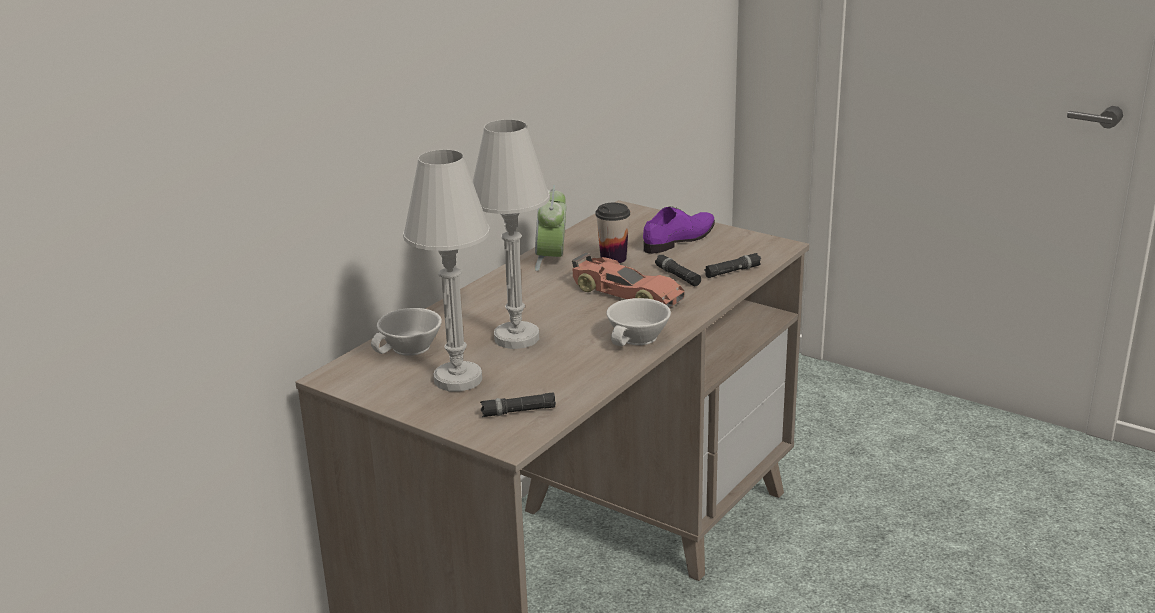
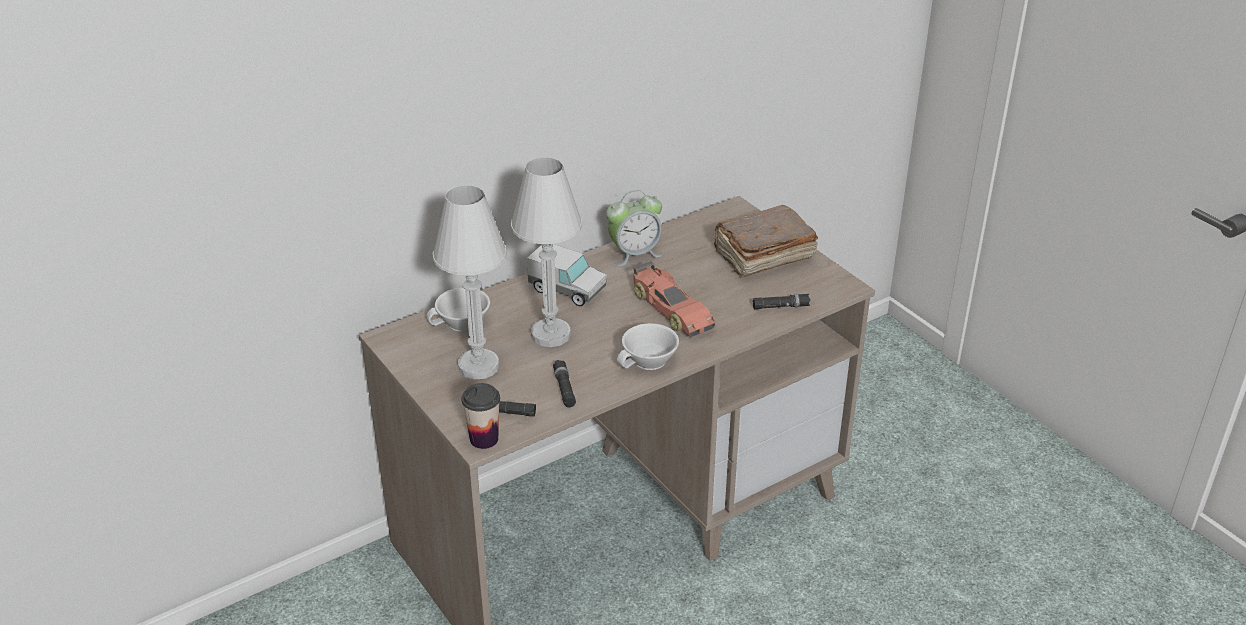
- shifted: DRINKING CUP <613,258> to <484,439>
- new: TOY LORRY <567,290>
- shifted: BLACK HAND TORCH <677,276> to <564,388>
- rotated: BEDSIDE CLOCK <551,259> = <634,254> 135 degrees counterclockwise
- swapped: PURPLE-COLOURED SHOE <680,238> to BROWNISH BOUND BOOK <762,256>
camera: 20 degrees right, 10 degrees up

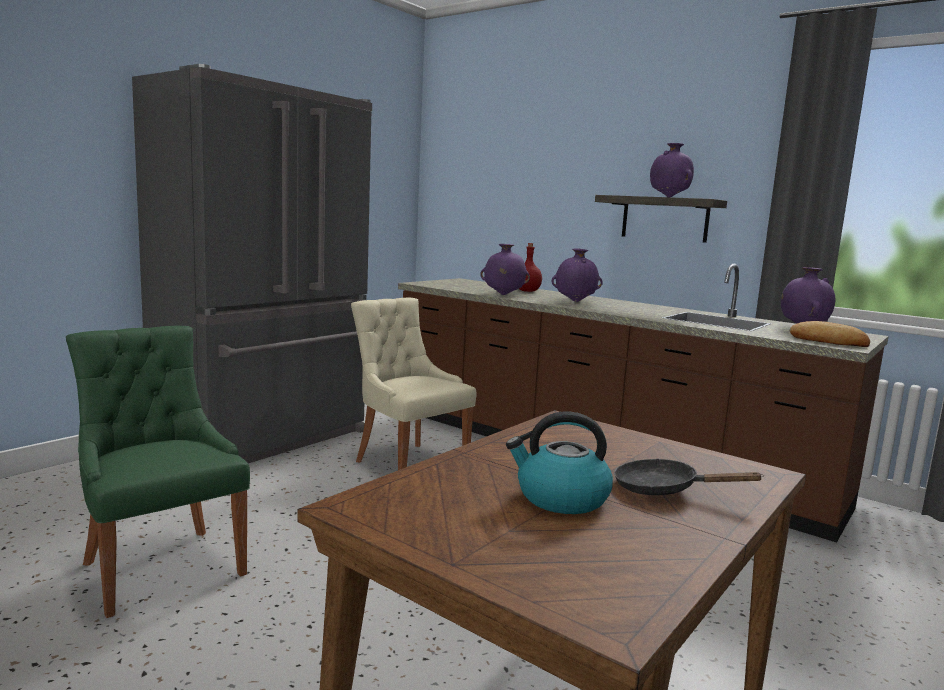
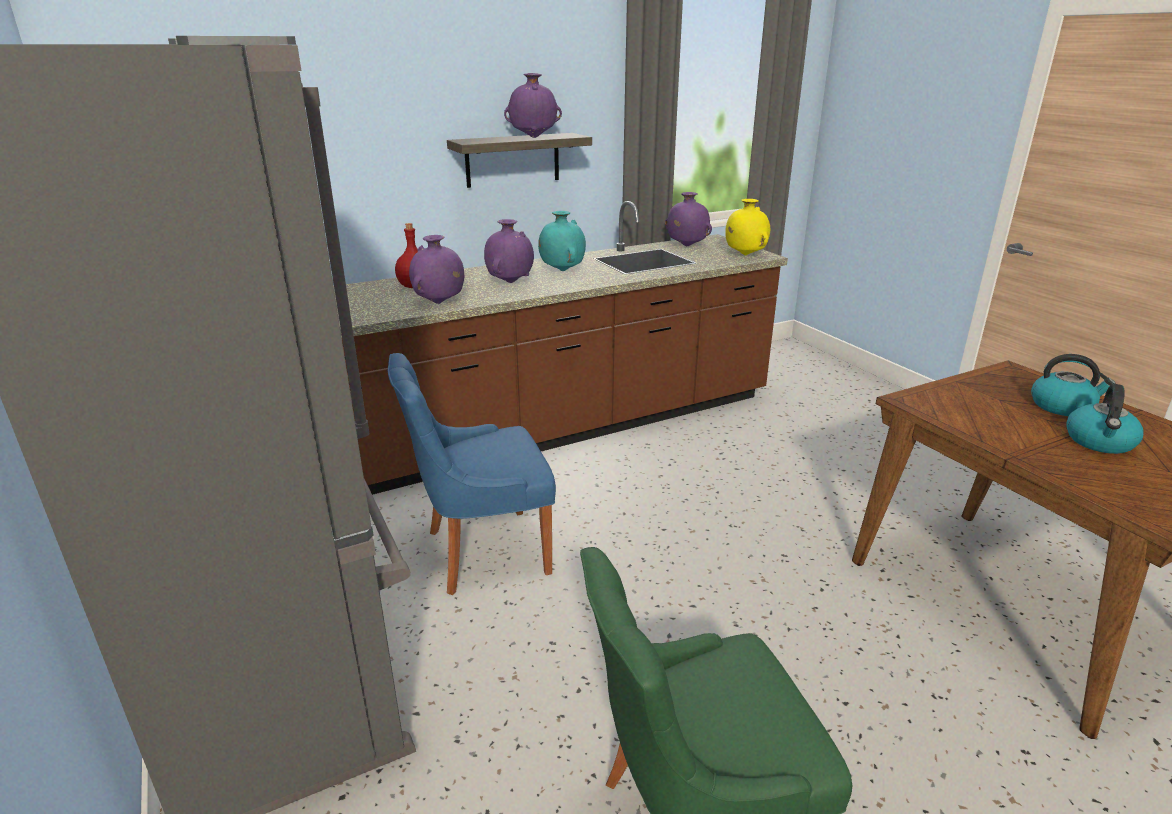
- repainted: BEIGE-COLOURED PLAIN CHAIR <408,462> to BLUISH PLAIN CHAIR <482,552>
- new: TURQUOISE VASE <562,271>
- swapped: BREAD <828,341> to YELLOW-COLOURED VASE <744,255>
- swapped: BLACK PAN <664,489> to KETTLE <1062,406>
camera: 65 degrees left, 15 degrees up

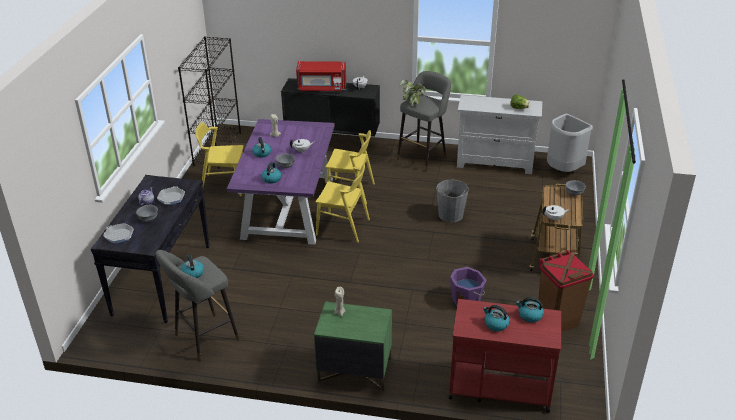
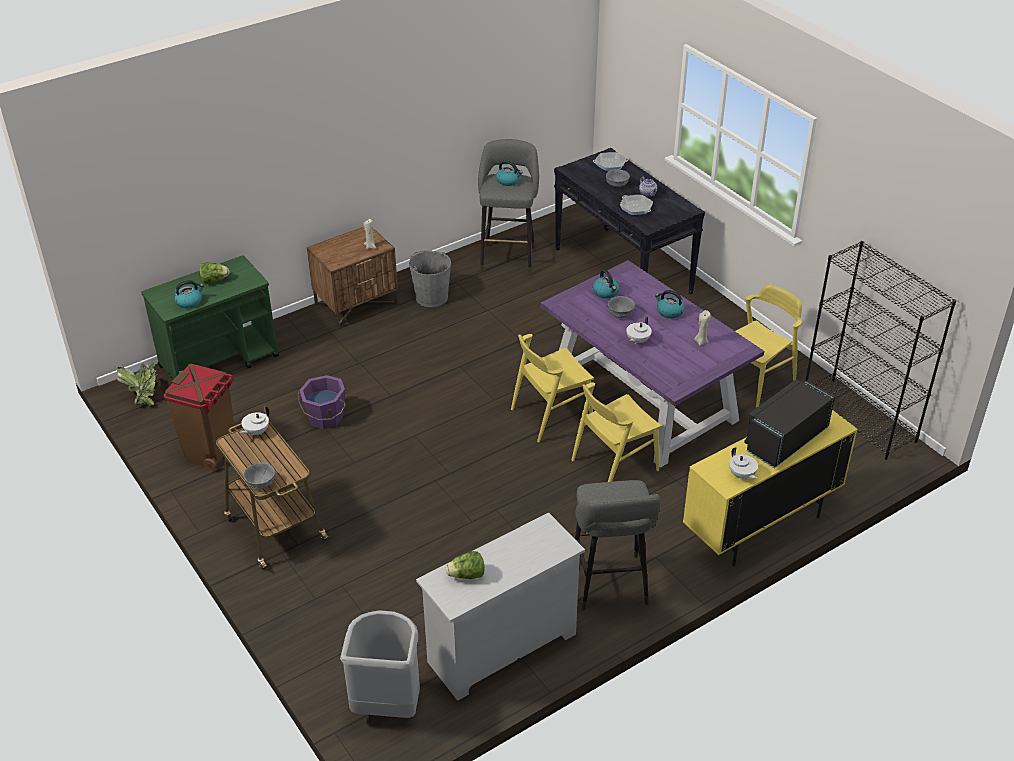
- shifted: POTTED PLANT <412,102> to <144,395>
- repainted: RED CART <499,386> to GREEN-COLOURED CART <220,361>
- swapped: KETTLE <495,324> to HEAD OF LETTUCE <214,280>
- repainted: GREEN-COLOURED NIGHTSTAND <354,370> to BROWNISH NIGHTSTAND <356,305>
- shifted: GRAY BUCKET <450,215> to <431,297>
- repainted: BLACK CABINET <332,142> to YELLOW-COLOURED CABINET <760,527>
- repainted: RED MICROWAVE OVEN <321,87> to BLACK MICROWAVE OVEN <785,439>
camera: 135 degrees right, 5 degrees up

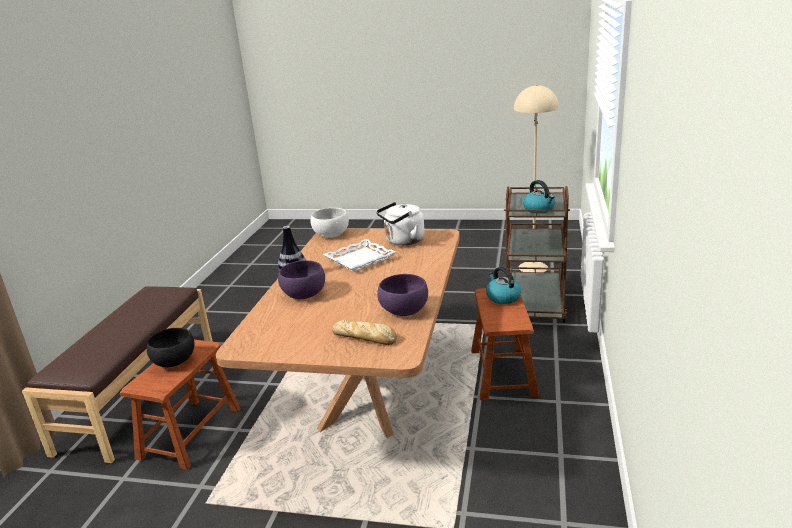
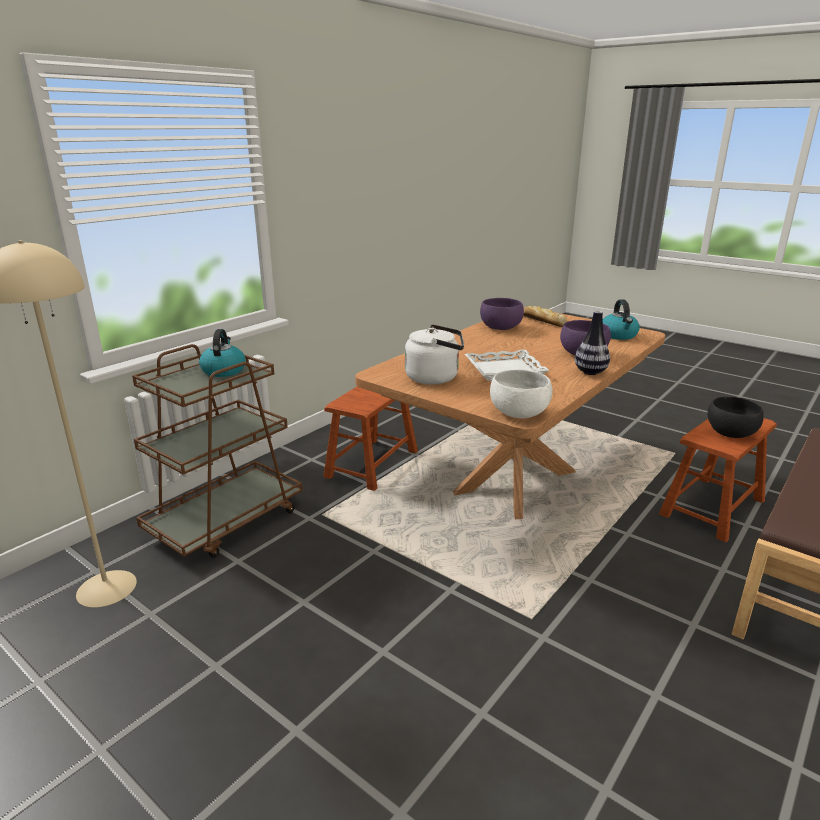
- shifted: KETTLE <502,297> to <618,335>
camera: 155 degrees left, 0 degrees up

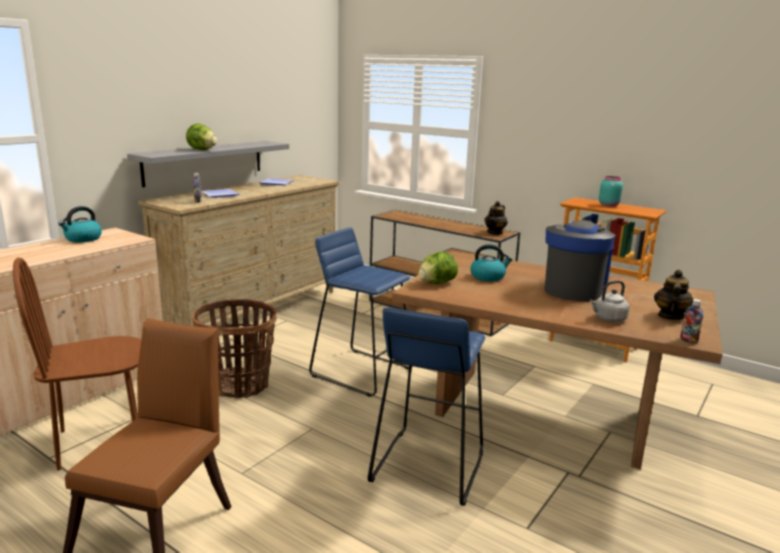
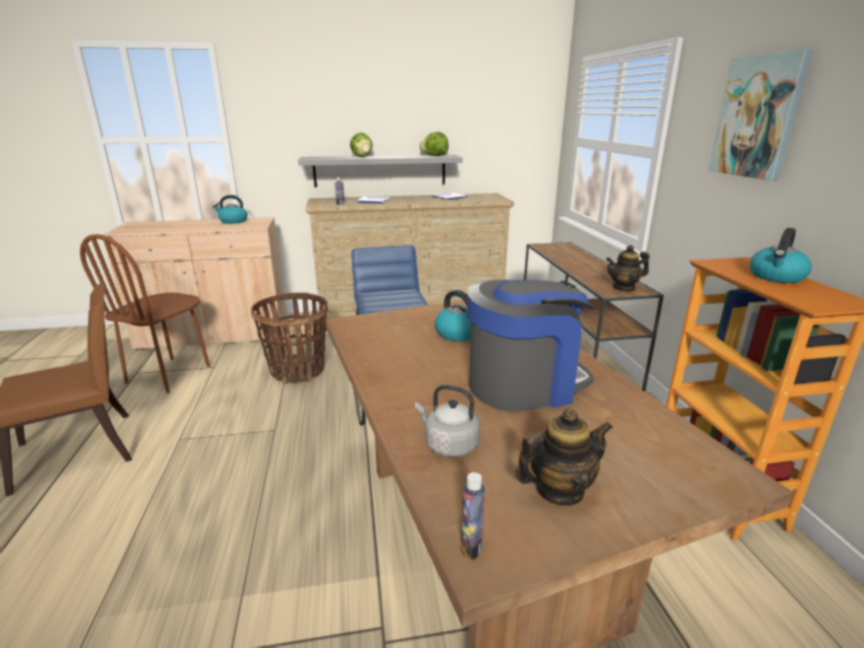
- rotated: BROWNISH PLAIN CHAIR <100,441> = <169,374> 90 degrees counterclockwise
- shifted: HEAD OF LETTUCE <436,283> to <434,156>
- new: WALL PICTURE <757,117>
- swapped: TURQUOISE JAR <609,205> to KETTLE <776,277>
- gone: BLUISH STOOL <427,466>
camera: 45 degrees right, 5 degrees up

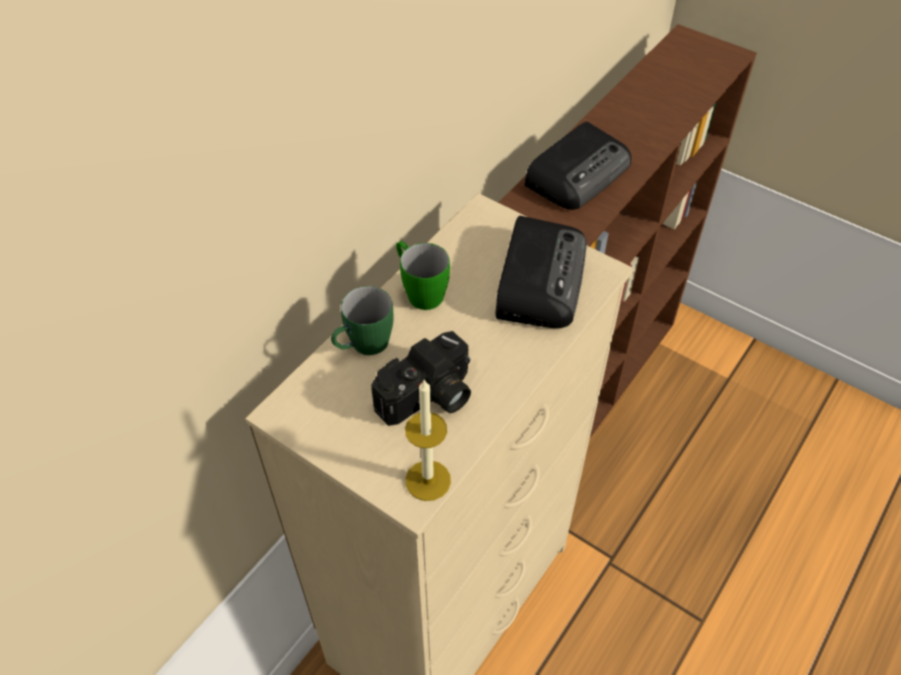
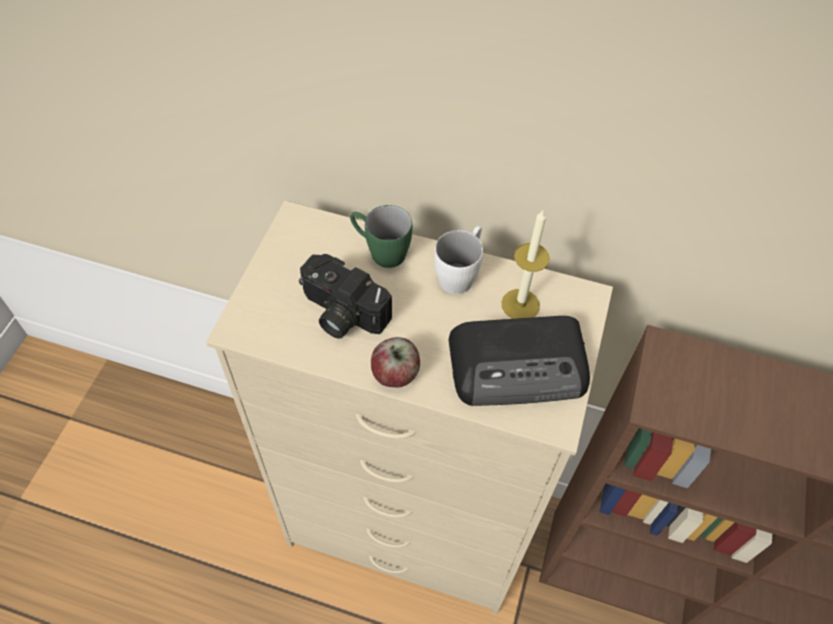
- new: APPLE <395,374>
- repainted: GREEN-COLOURED MUG <419,291> to WHITE-COLOURED MUG <460,273>
- shifted: WAX LIGHT <428,480> to <520,304>
- gone: RADIO SET <578,173>
camera: 70 degrees right, 5 degrees up

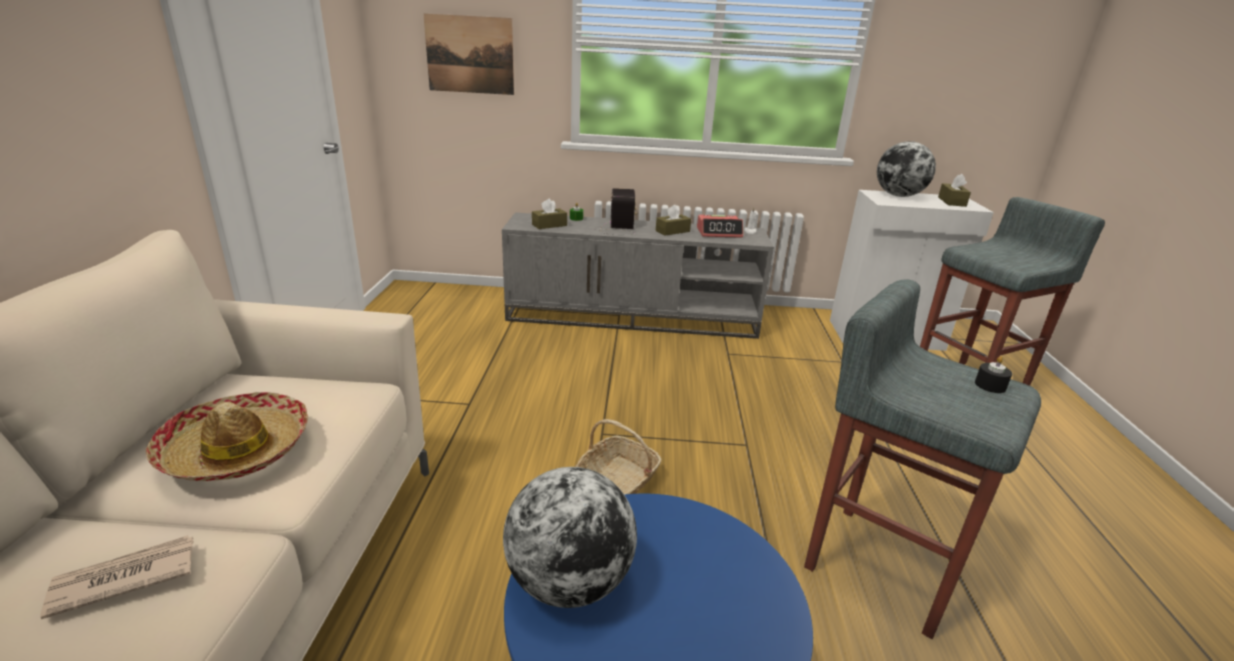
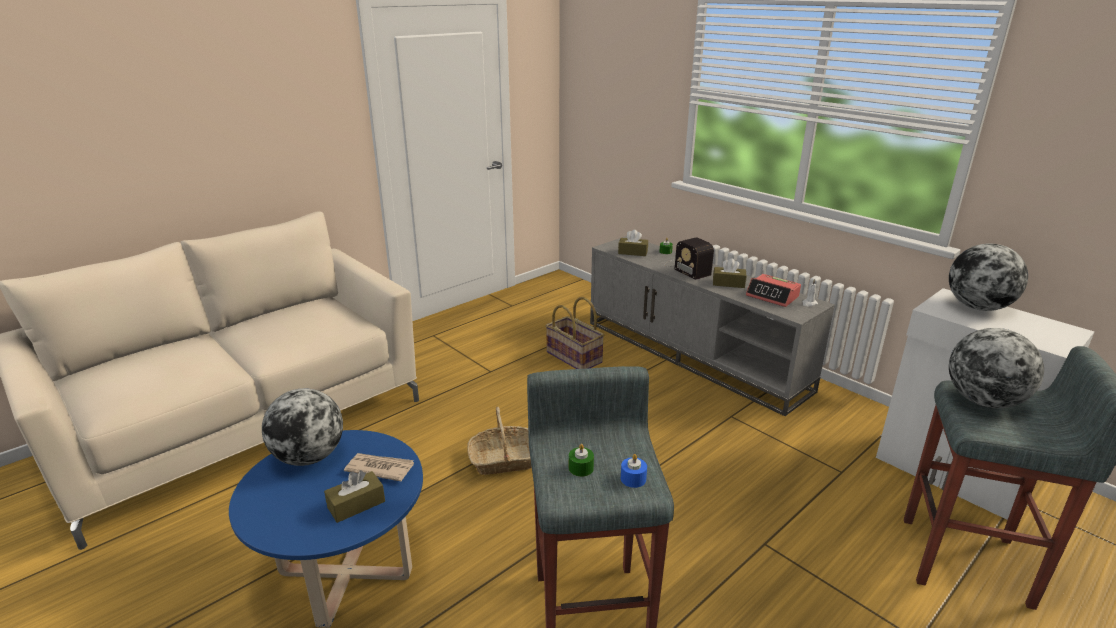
- shifted: BROWNISH BOX OF TISSUES <951,201> to <356,504>
- shifted: NEWSPAPER <123,578> to <379,468>
- new: BASKET <575,357>
- new: GREEN-COLOURED WAX LIGHT <581,468>
- repainted: BLACK WAX LIGHT <990,385> to BLUISH WAX LIGHT <633,479>
- rotated: RADIO SET <619,227> = <686,268> 105 degrees clockwise
- new: GLOBE <983,401>
- gone: HAT <236,449>
- gone: WALL PICTURE <470,55>
camera: 45 degrees right, 0 degrees up

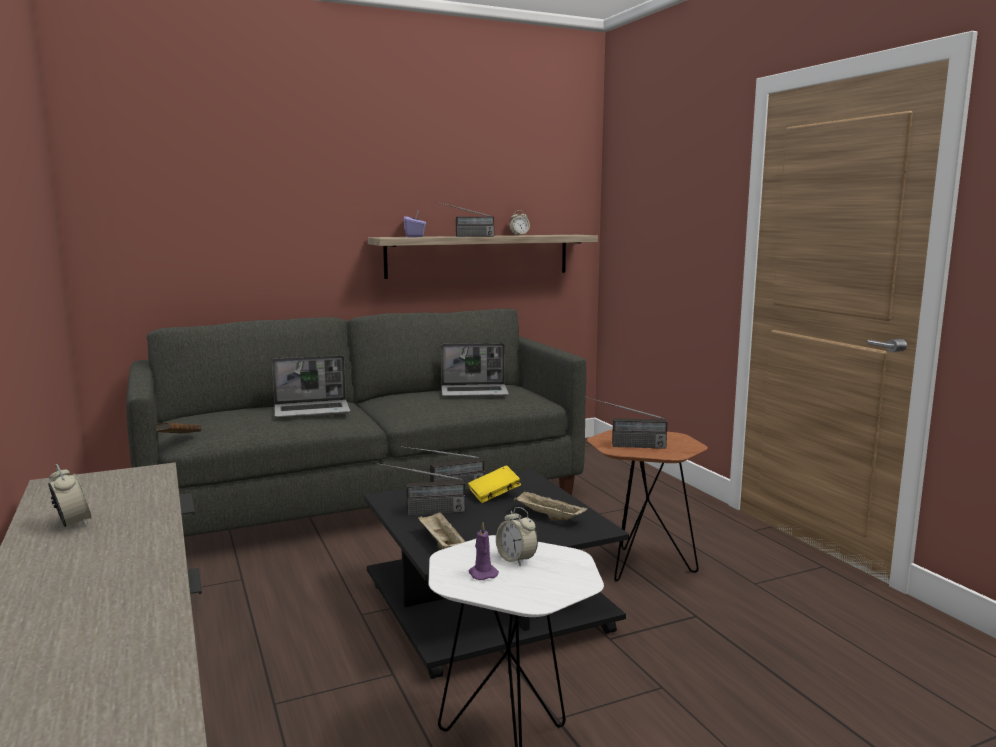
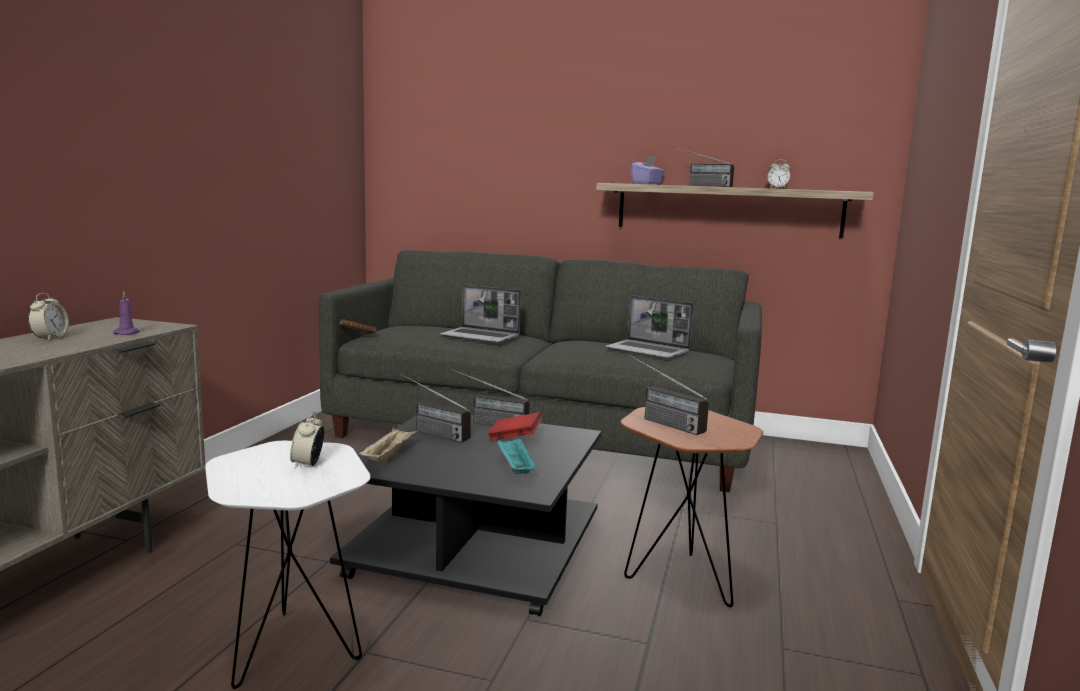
- shifted: PURPLE-COLOURED WAX LIGHT <482,573> to <128,333>
- repainted: YELLOW-COLOURED BOUND BOOK <494,495> to RED BOUND BOOK <514,439>
- repainted: BEIGE-COLOURED CARRYING TRAY <548,516> to TURQUOISE CARRYING TRAY <515,468>
camera: 40 degrees right, 0 degrees up

